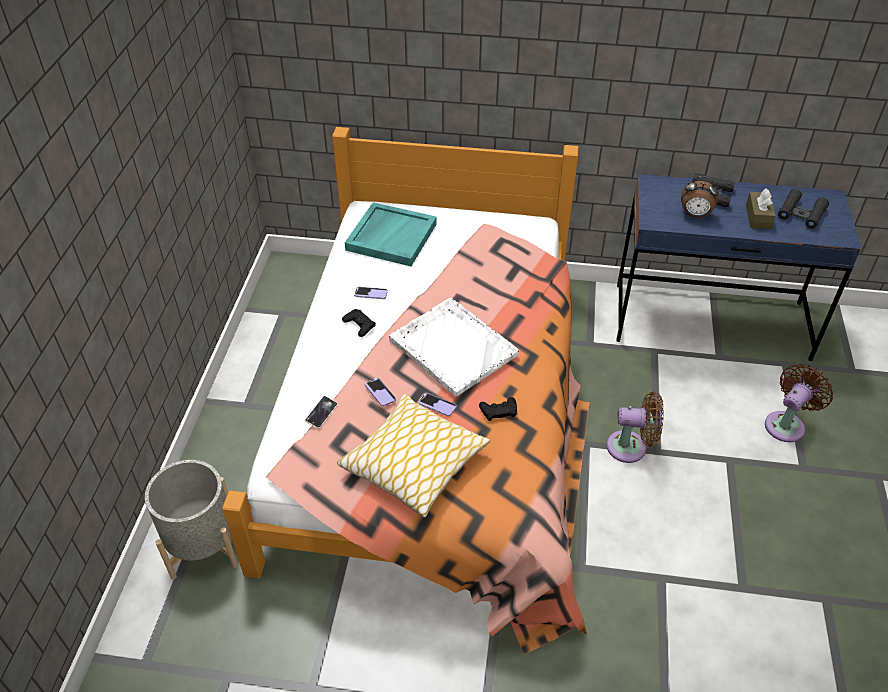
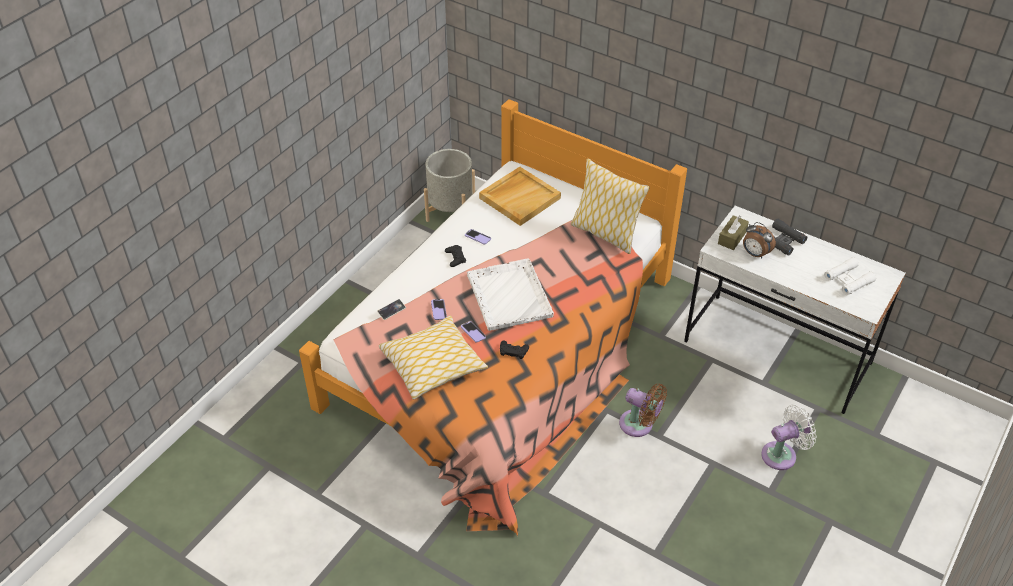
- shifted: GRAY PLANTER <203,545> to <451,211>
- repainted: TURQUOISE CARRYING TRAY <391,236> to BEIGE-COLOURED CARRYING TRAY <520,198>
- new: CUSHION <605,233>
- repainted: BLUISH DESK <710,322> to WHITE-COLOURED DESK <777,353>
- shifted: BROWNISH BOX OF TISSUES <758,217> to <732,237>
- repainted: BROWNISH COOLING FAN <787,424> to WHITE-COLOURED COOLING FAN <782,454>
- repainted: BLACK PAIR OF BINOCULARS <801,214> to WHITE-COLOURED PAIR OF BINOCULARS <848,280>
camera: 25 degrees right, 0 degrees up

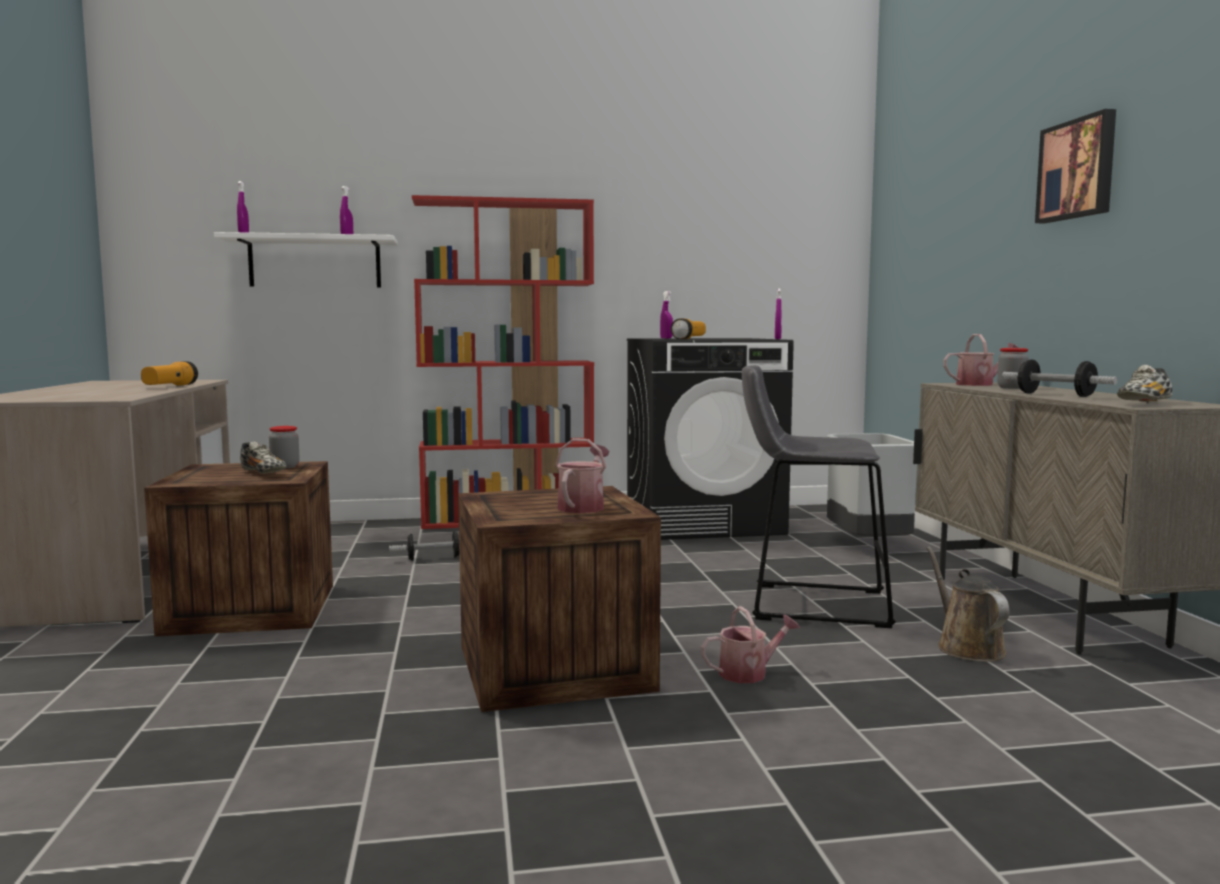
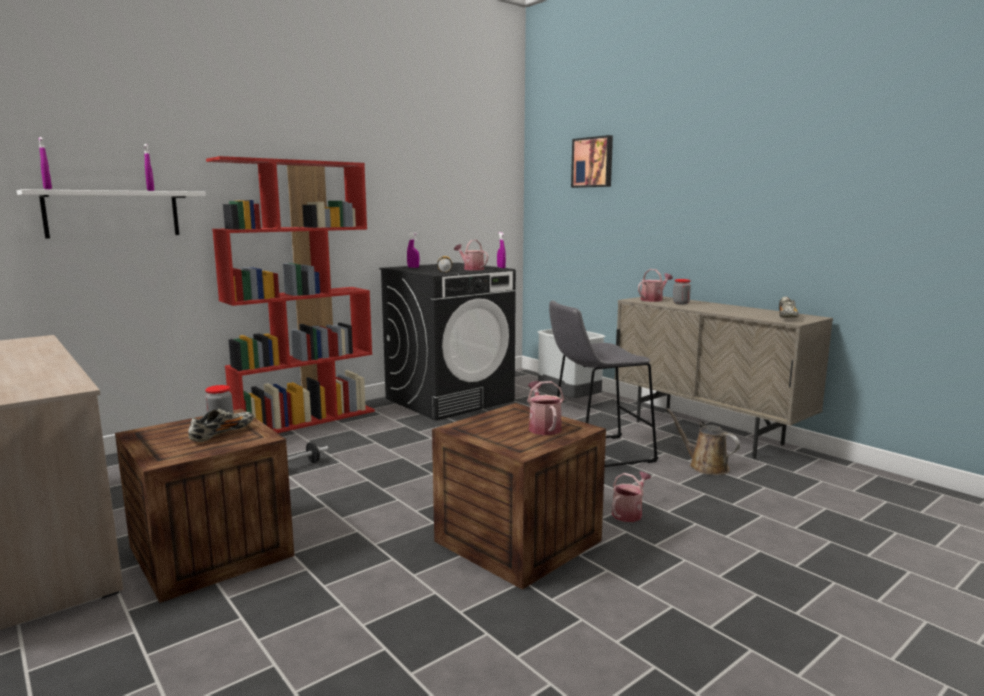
- rotated: SHOE <263,474> = <222,434> 75 degrees counterclockwise
- new: WATERING CAN <471,269>
- shifted: WALL PICTURE <1078,169> to <593,162>
- gone: HAND TORCH <170,386>
- gone: HAND WEIGHT <1055,395>
camera: 30 degrees left, 5 degrees up

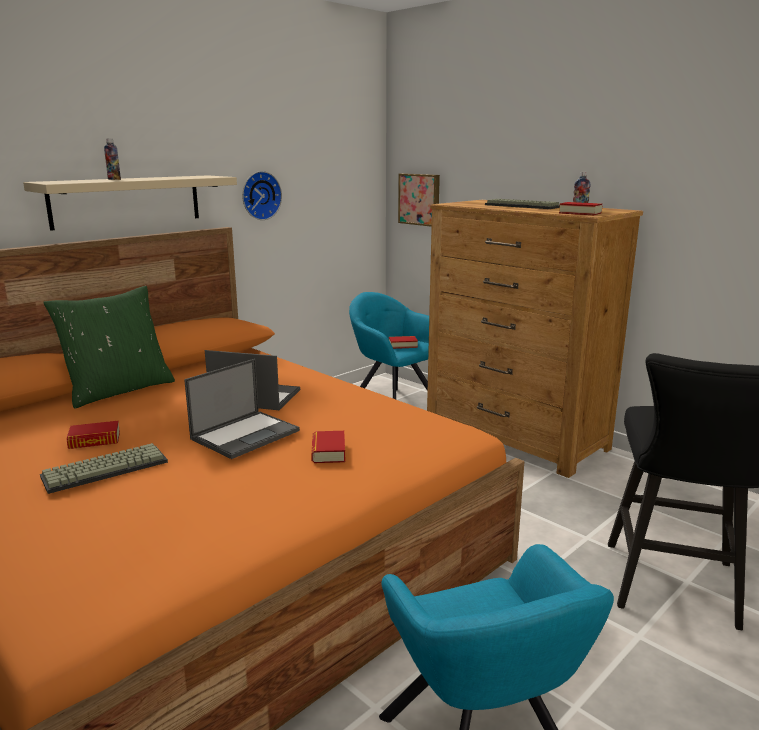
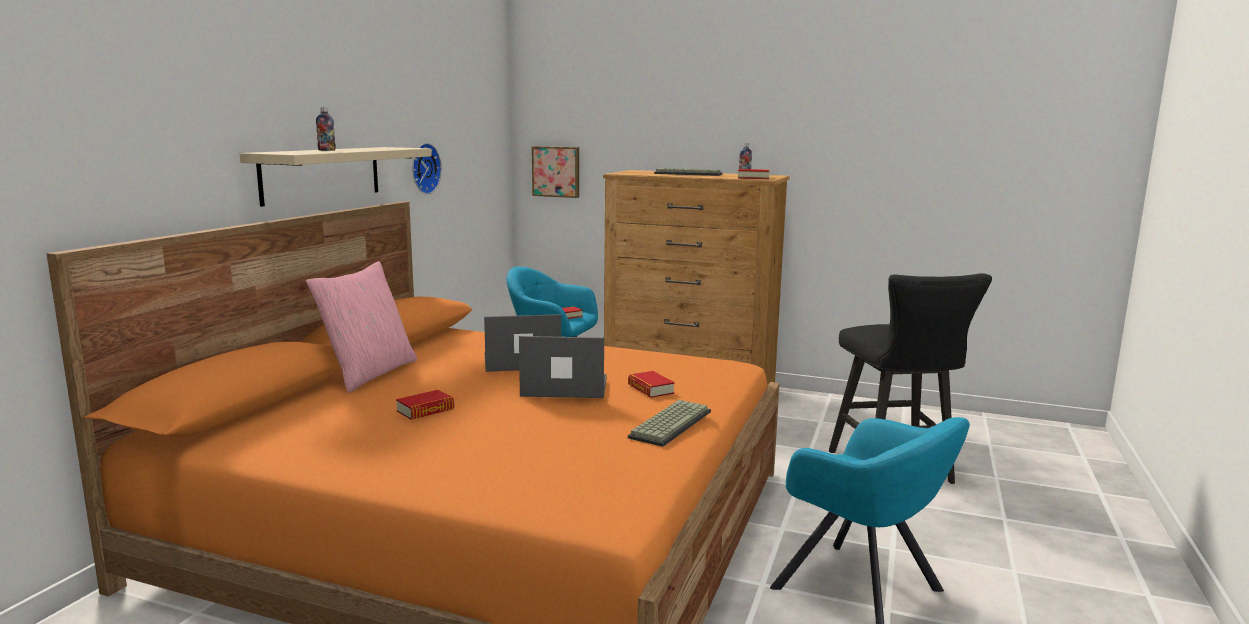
- repainted: GREEN-COLOURED CUSHION <119,390> to PINK-COLOURED CUSHION <369,373>
- rotated: PORTABLE COMPUTER <246,434> = <563,387> 105 degrees counterclockwise
- shifted: KEYBOARD <106,468> to <669,423>
camera: 25 degrees left, 5 degrees down

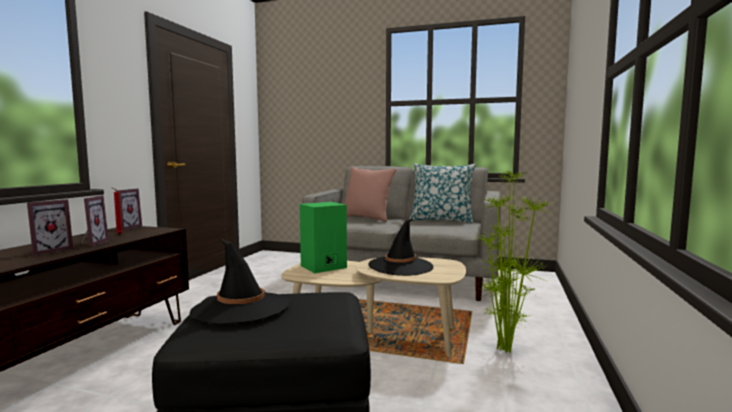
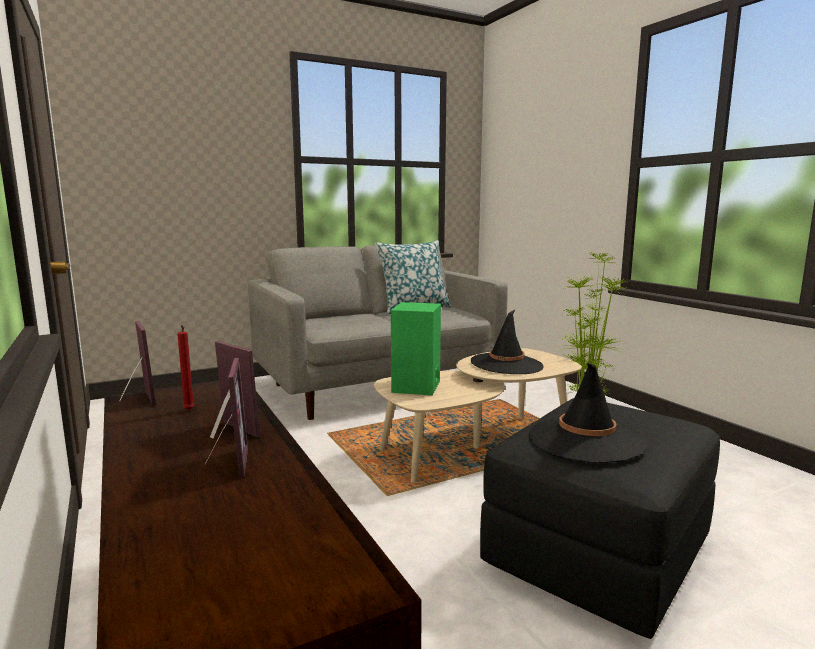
- gone: PINK-COLOURED CUSHION <368,218>
camera: 45 degrees left, 5 degrees up

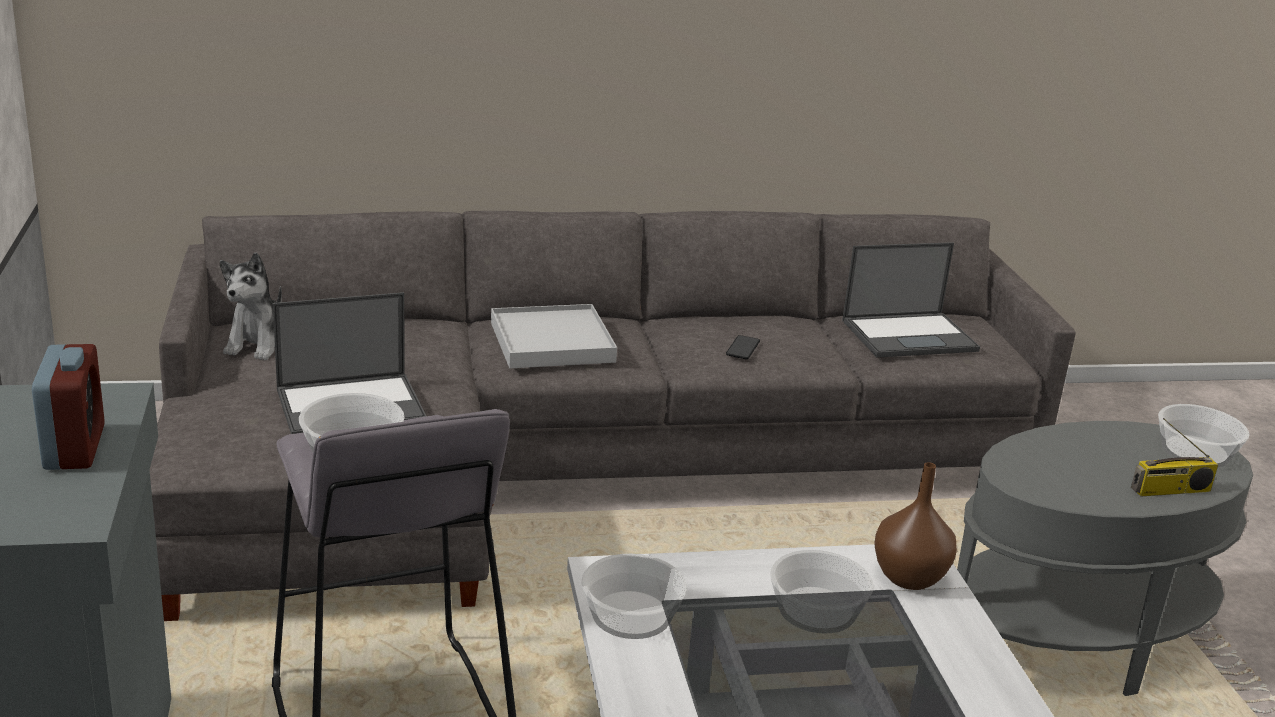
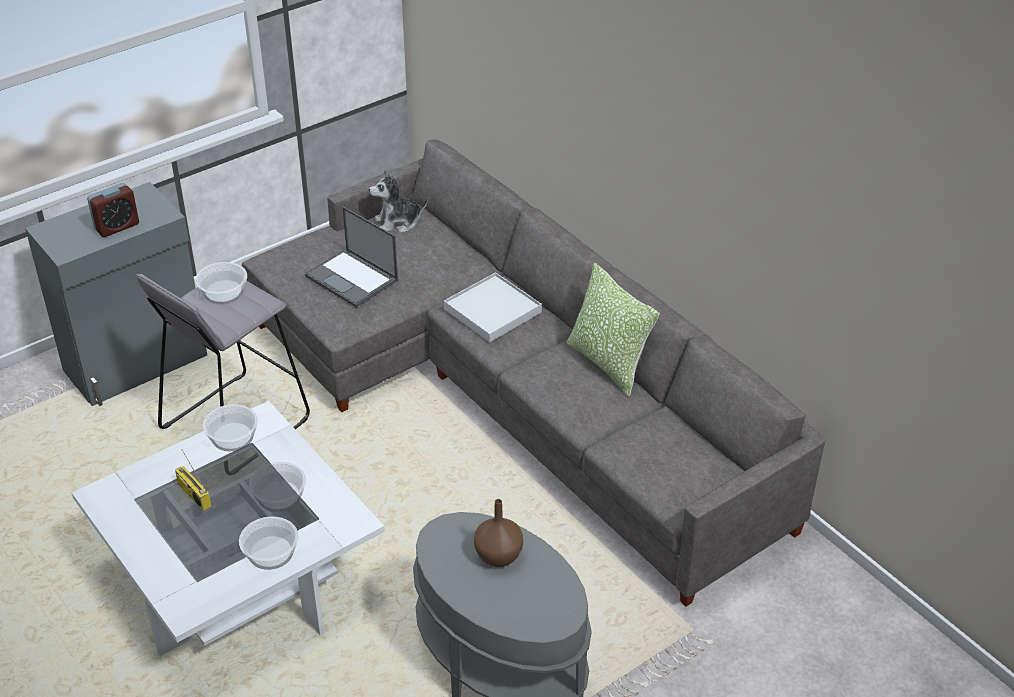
- shifted: RADIO SET <1170,491> to <193,494>
- shifted: DEEP DISH <1196,451> to <270,553>
- shifted: BROWNISH VASE <910,577> to <499,557>
- new: CUSHION <608,364>
- gone: HANDSET <742,348>
- gone: PORTABLE COMPUTER <910,335>
camera: 65 degrees right, 15 degrees up

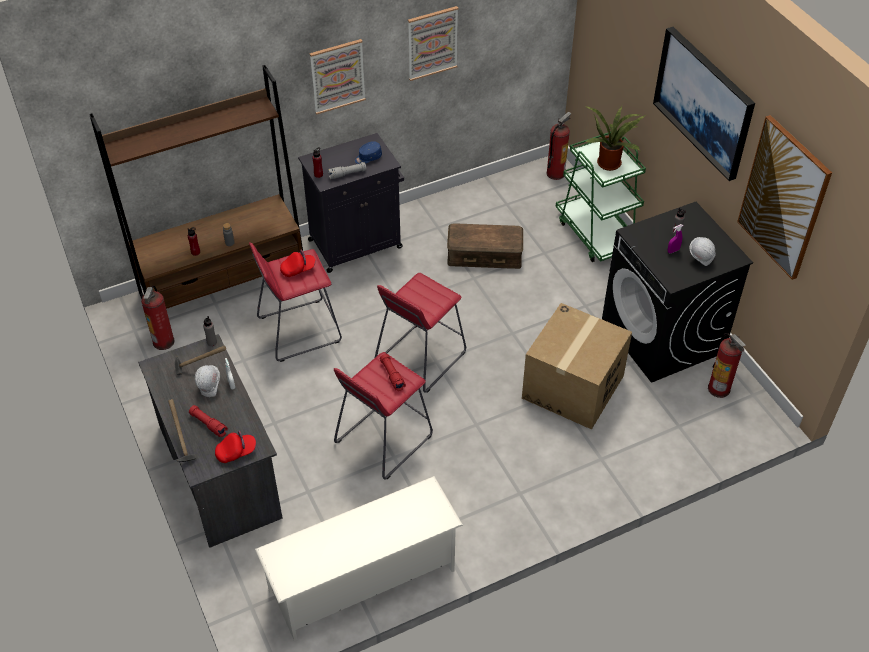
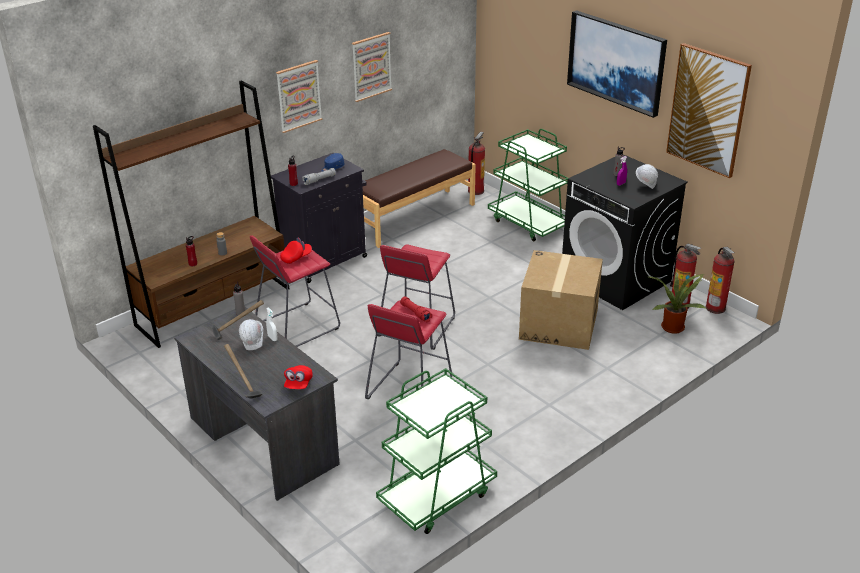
- rotated: RED CAP <236,452> = <298,384> 135 degrees clockwise
- new: BROWNISH BENCH <413,217>
- swapped: WHITE-COLOURED SHOE SHELF <363,581> to GREEN-COLOURED CART <437,496>
- shifted: POTTED PLANT <610,162> to <673,326>
- shifted: FIRE EXTINGUISHER <163,342> to <715,308>
- gone: RED HAND TORCH <208,424>
- gone: BROWNISH STORAGE BOX <484,255>
camera: 15 degrees left, 15 degrees down

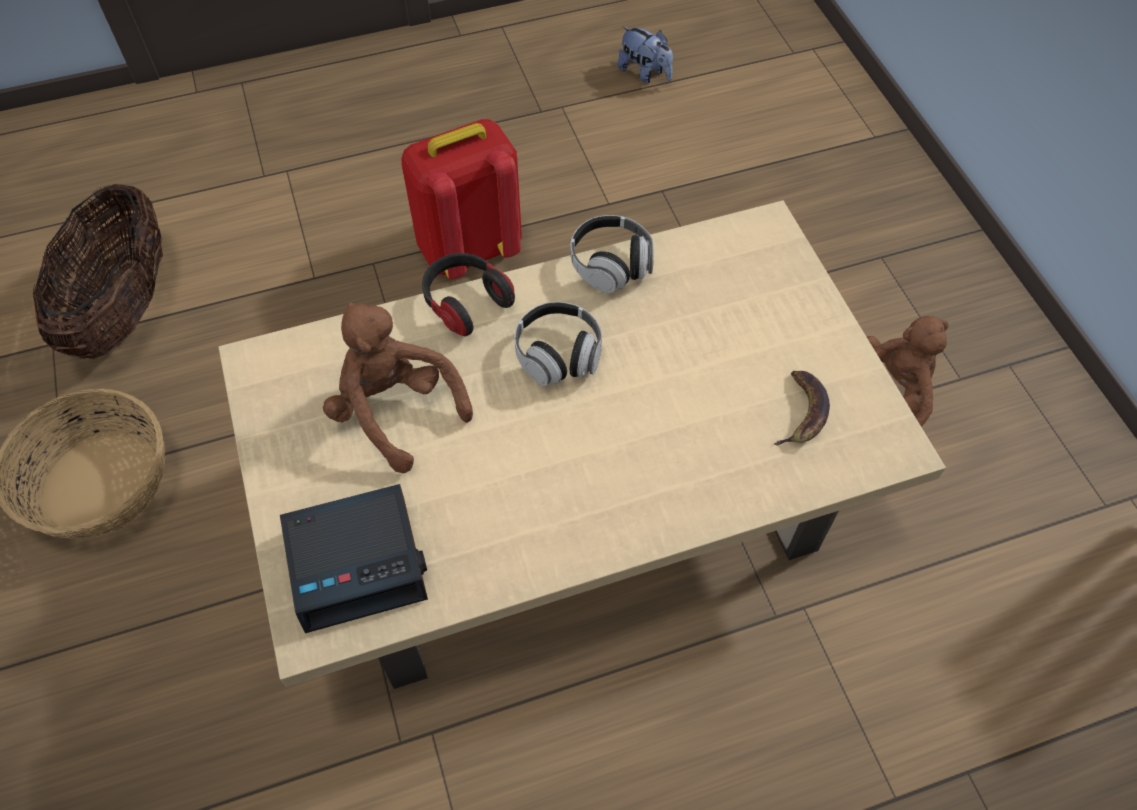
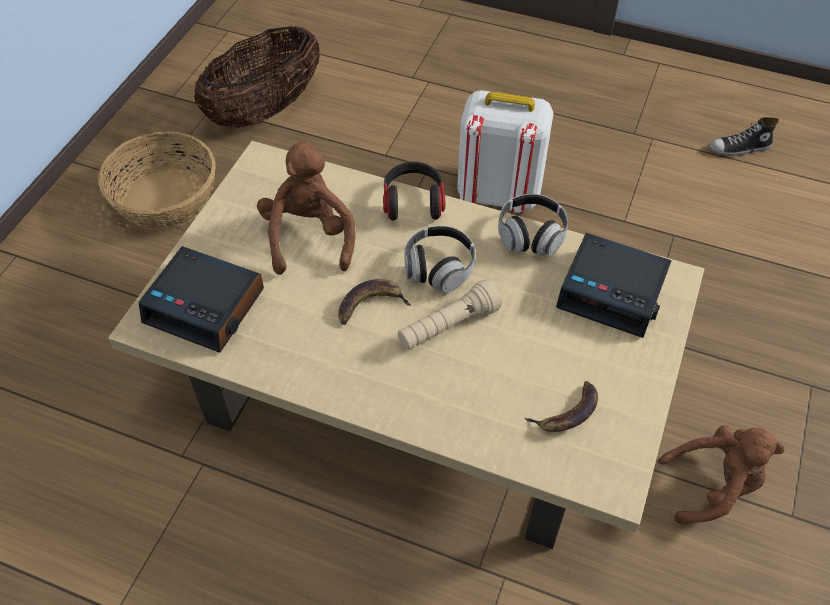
- new: WHOLE BANANA <370,304>
- new: BEIGE-COLOURED HAND TORCH <448,326>
- repainted: RED RUCKSACK <469,248> to WHITE-COLOURED RUCKSACK <498,194>
- new: BEDSIDE CLOCK <613,292>
- swapped: SOFT TOY <645,73> to SHOE <739,148>
camera: 40 degrees right, 5 degrees down

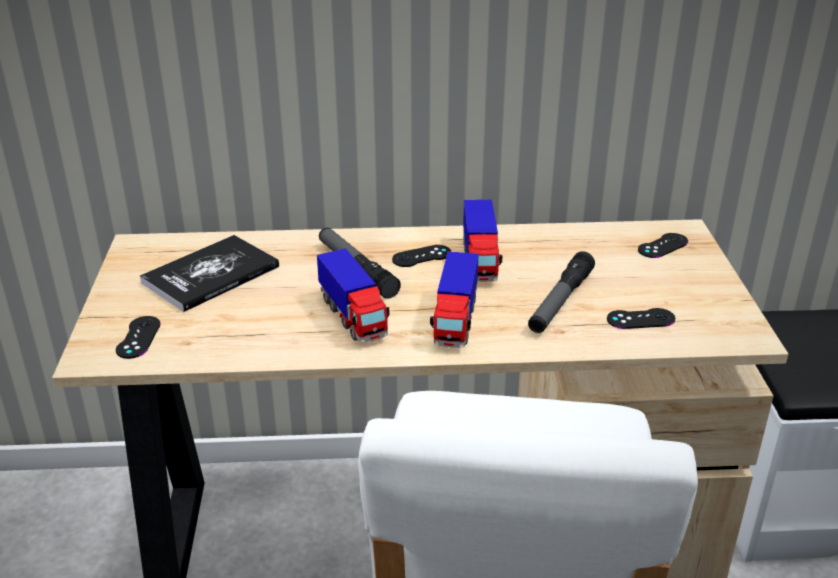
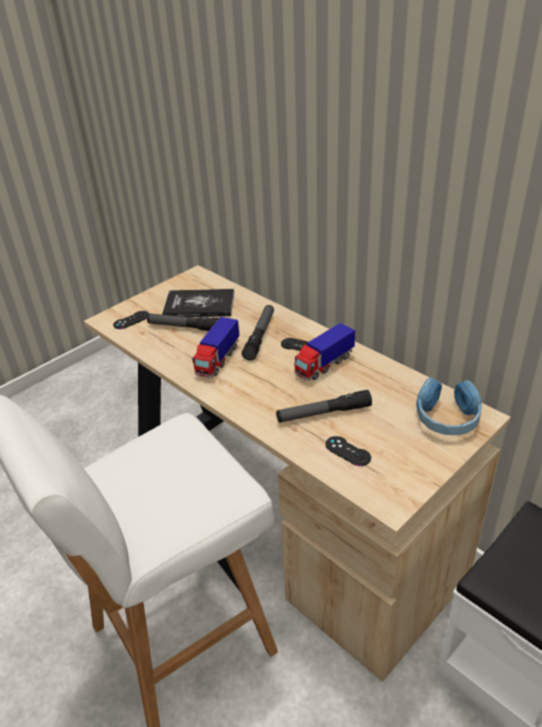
- new: HAND TORCH <186,327>
- swapped: BLACK JOYPAD <662,246> to BLUISH HEADSET <447,418>
- gone: TOY LORRY <455,321>
camera: 50 degrees right, 5 degrees up

